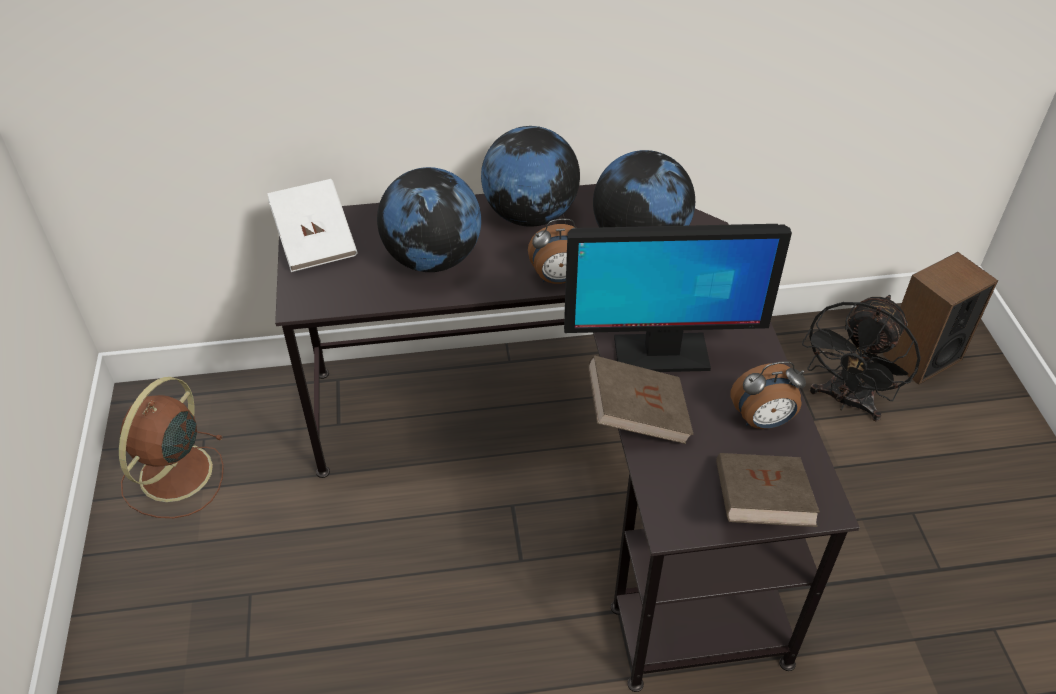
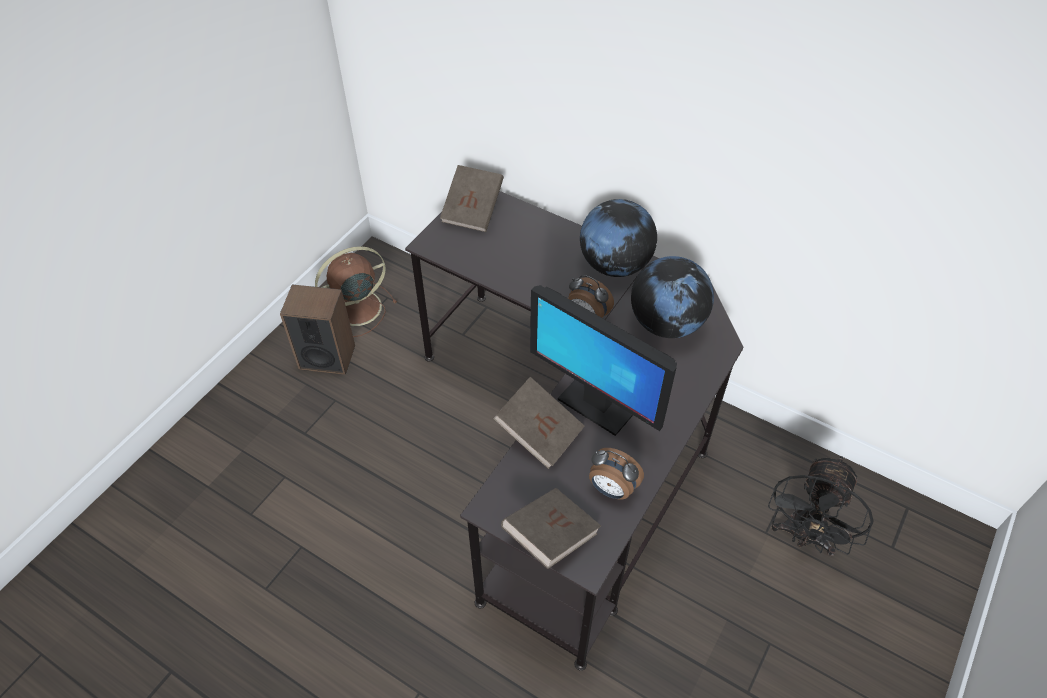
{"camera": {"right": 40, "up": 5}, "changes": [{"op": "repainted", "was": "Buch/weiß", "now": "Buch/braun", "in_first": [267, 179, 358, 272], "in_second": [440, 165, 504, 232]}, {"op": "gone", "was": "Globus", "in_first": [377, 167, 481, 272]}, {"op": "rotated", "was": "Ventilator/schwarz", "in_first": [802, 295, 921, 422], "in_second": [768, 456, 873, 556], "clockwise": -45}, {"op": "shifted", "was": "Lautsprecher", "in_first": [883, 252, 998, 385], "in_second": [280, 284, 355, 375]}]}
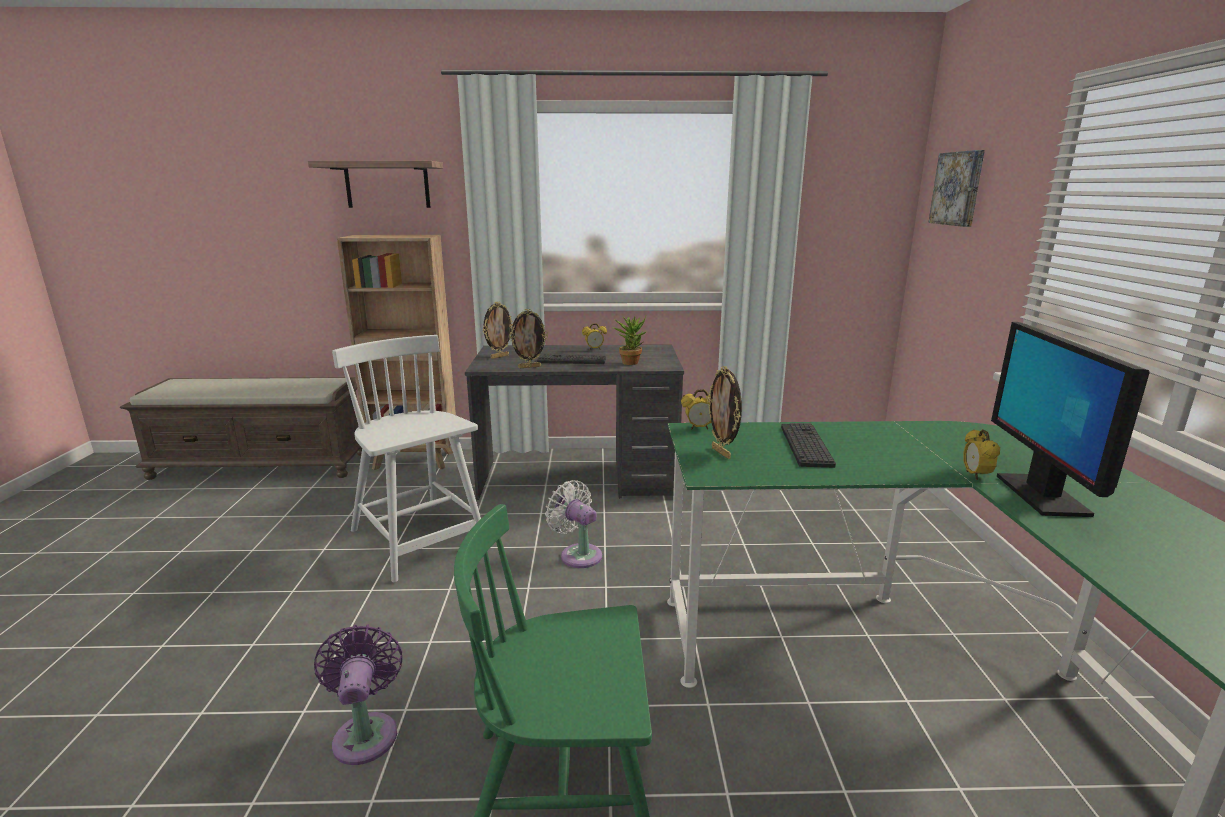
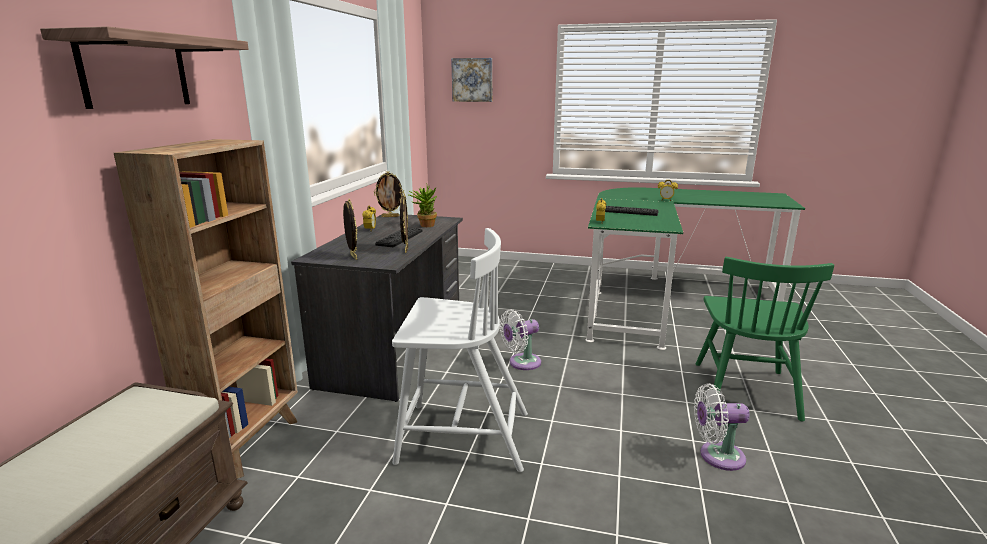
{"camera": {"right": -75, "up": 0}, "changes": [{"op": "repainted", "was": "Ventilator/lila", "now": "Ventilator/weiß", "in_first": [314, 624, 402, 765], "in_second": [694, 384, 750, 471]}, {"op": "rotated", "was": "Stuhl/weiß", "in_first": [332, 335, 481, 582], "in_second": [392, 228, 528, 472], "clockwise": -150}, {"op": "shifted", "was": "Bilderrahmen", "in_first": [707, 366, 742, 459], "in_second": [374, 171, 404, 217]}, {"op": "gone", "was": "Monitor", "in_first": [991, 322, 1150, 517]}]}
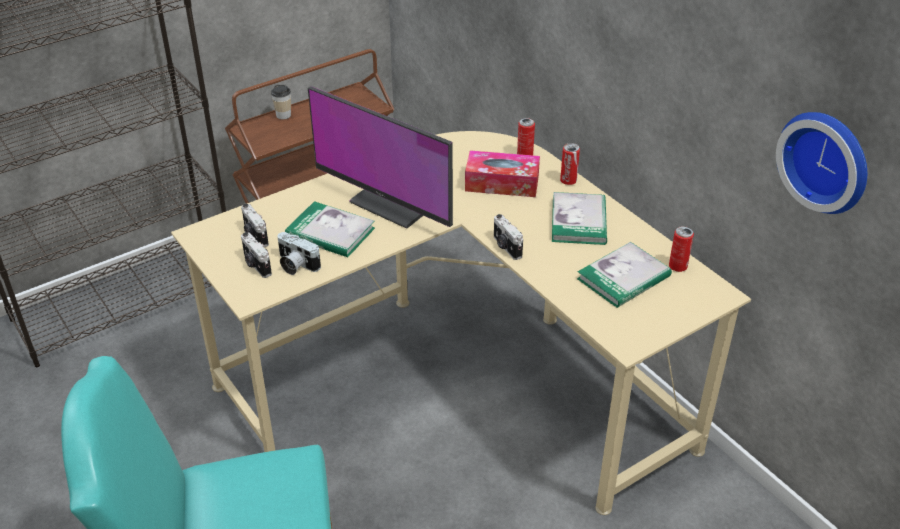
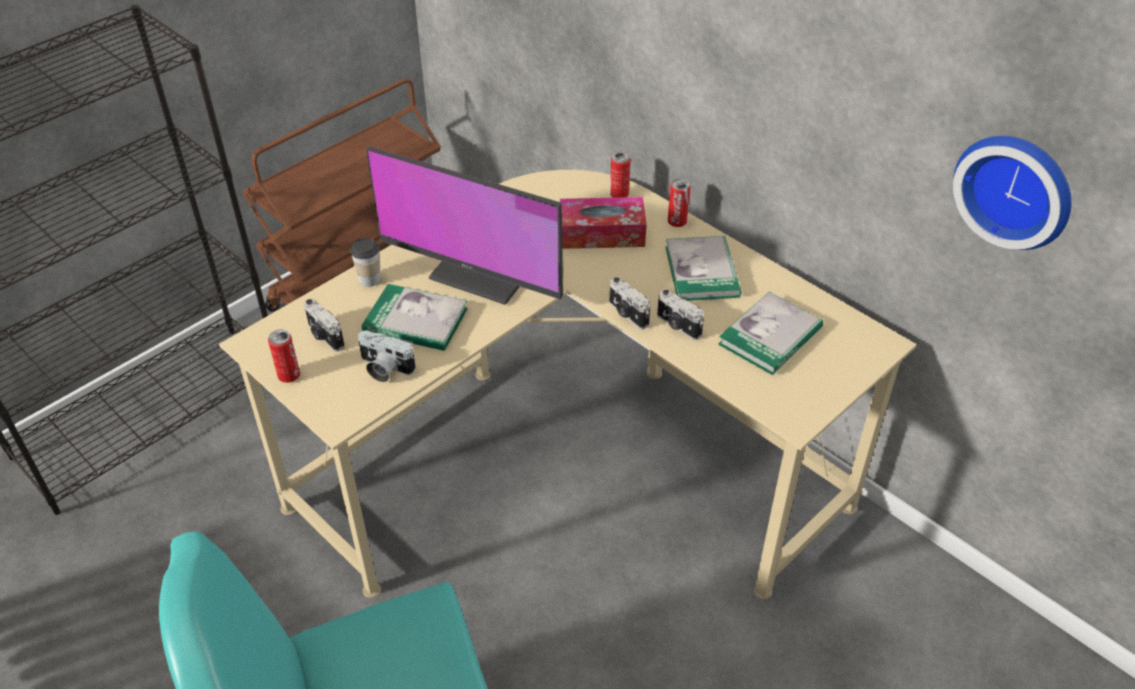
{"camera": {"right": -10, "up": 5}, "changes": [{"op": "shifted", "was": "Kamera", "in_first": [241, 232, 272, 278], "in_second": [657, 289, 704, 340]}, {"op": "shifted", "was": "Tasse", "in_first": [271, 85, 291, 119], "in_second": [350, 238, 380, 287]}, {"op": "shifted", "was": "Dose", "in_first": [669, 226, 694, 272], "in_second": [268, 329, 300, 383]}]}
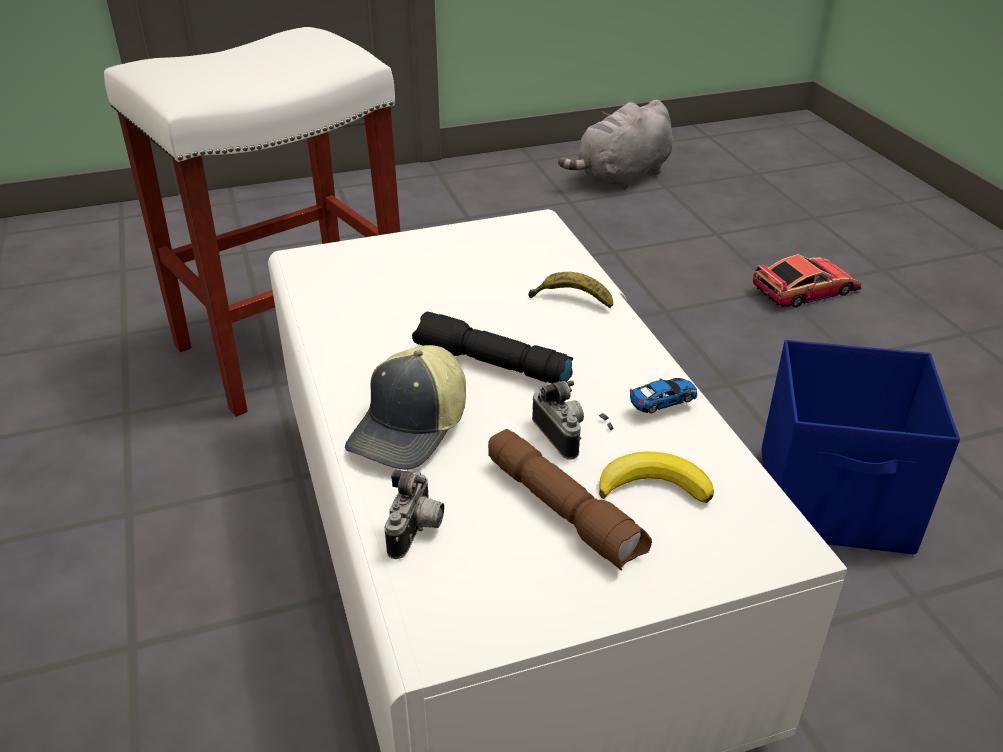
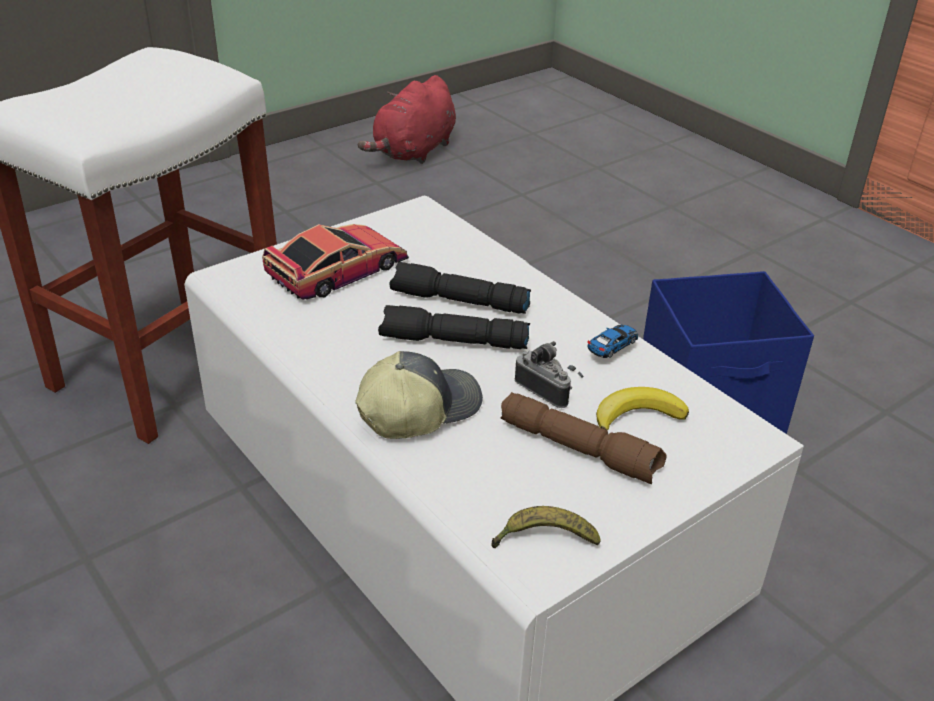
{"camera": {"right": -20, "up": 0}, "changes": [{"op": "rotated", "was": "Kappe", "in_first": [345, 345, 466, 470], "in_second": [355, 351, 483, 439], "clockwise": -135}, {"op": "gone", "was": "Kamera", "in_first": [384, 469, 444, 559]}, {"op": "shifted", "was": "Banane", "in_first": [528, 272, 613, 308], "in_second": [491, 506, 601, 548]}, {"op": "repainted", "was": "Plüschtier/grau", "now": "Plüschtier/rot", "in_first": [558, 100, 673, 190], "in_second": [358, 75, 456, 164]}, {"op": "shifted", "was": "Spielzeugauto", "in_first": [753, 254, 861, 308], "in_second": [262, 224, 409, 300]}, {"op": "new", "now": "Taschenlampe/schwarz", "in_second": [389, 262, 531, 314]}]}
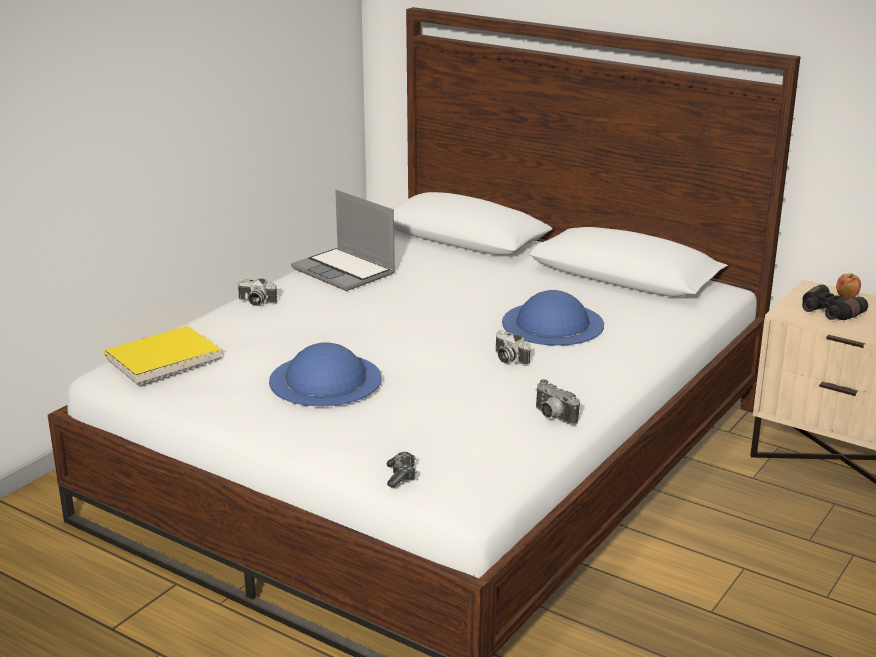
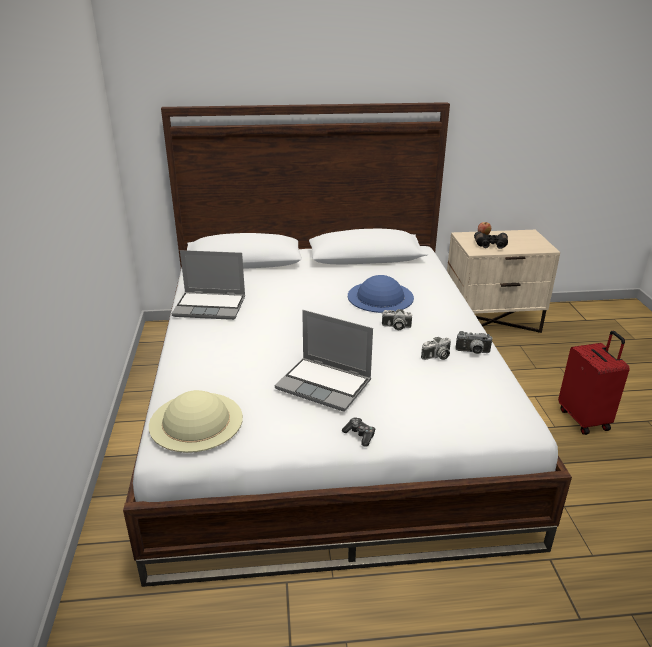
{"camera": {"right": -40, "up": 5}, "changes": [{"op": "swapped", "was": "Buch/gelb", "now": "Hut/beige", "in_first": [105, 326, 221, 385], "in_second": [149, 390, 243, 453]}, {"op": "shifted", "was": "Kamera", "in_first": [238, 278, 278, 306], "in_second": [421, 337, 451, 360]}, {"op": "swapped", "was": "Hut/blau", "now": "Laptop", "in_first": [269, 342, 382, 406], "in_second": [275, 310, 373, 411]}, {"op": "shifted", "was": "Gamepad", "in_first": [387, 452, 416, 488], "in_second": [342, 418, 375, 447]}, {"op": "new", "now": "Koffer/rot", "in_second": [558, 331, 630, 435]}]}
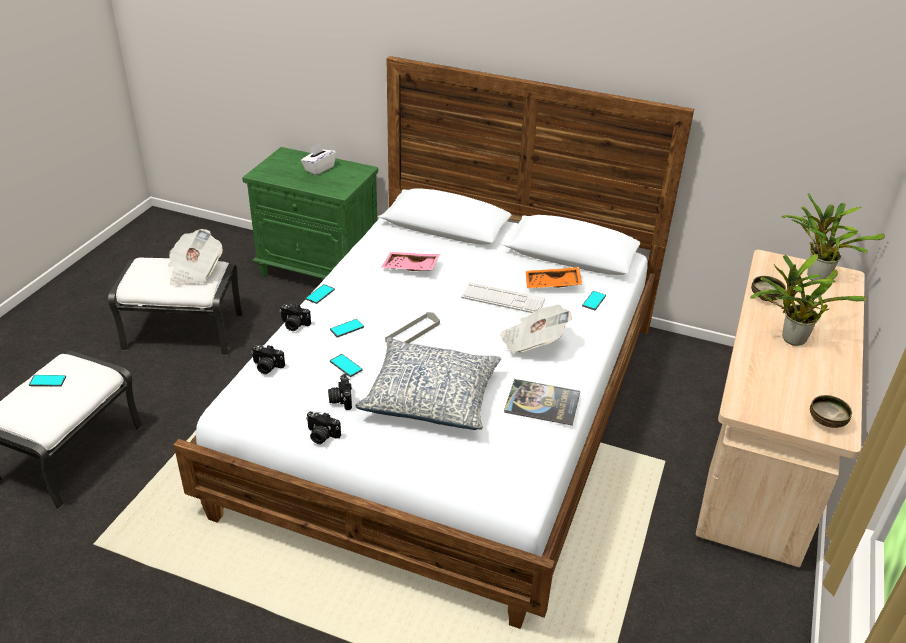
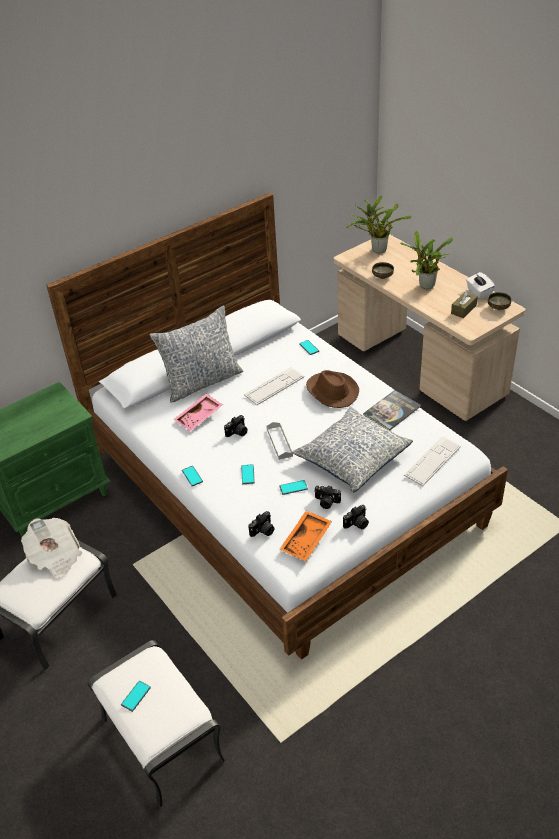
{"camera": {"right": -55, "up": 5}, "changes": [{"op": "shifted", "was": "Kamera", "in_first": [280, 304, 311, 331], "in_second": [224, 415, 247, 437]}, {"op": "shifted", "was": "Taschentuchbox/weiß", "in_first": [301, 143, 336, 175], "in_second": [466, 272, 495, 299]}, {"op": "swapped", "was": "Zeitung", "now": "Hut/braun", "in_first": [500, 305, 572, 354], "in_second": [306, 370, 359, 408]}, {"op": "shifted", "was": "Tablett/orange", "in_first": [526, 267, 582, 288], "in_second": [280, 511, 332, 561]}, {"op": "new", "now": "Kissen", "in_second": [150, 306, 243, 403]}, {"op": "new", "now": "Tastatur", "in_second": [404, 436, 461, 486]}, {"op": "new", "now": "Taschentuchbox/braun", "in_second": [451, 290, 478, 318]}]}
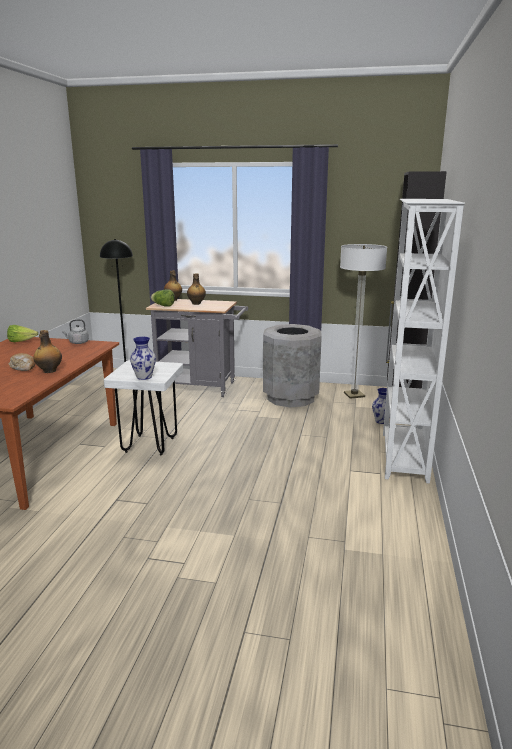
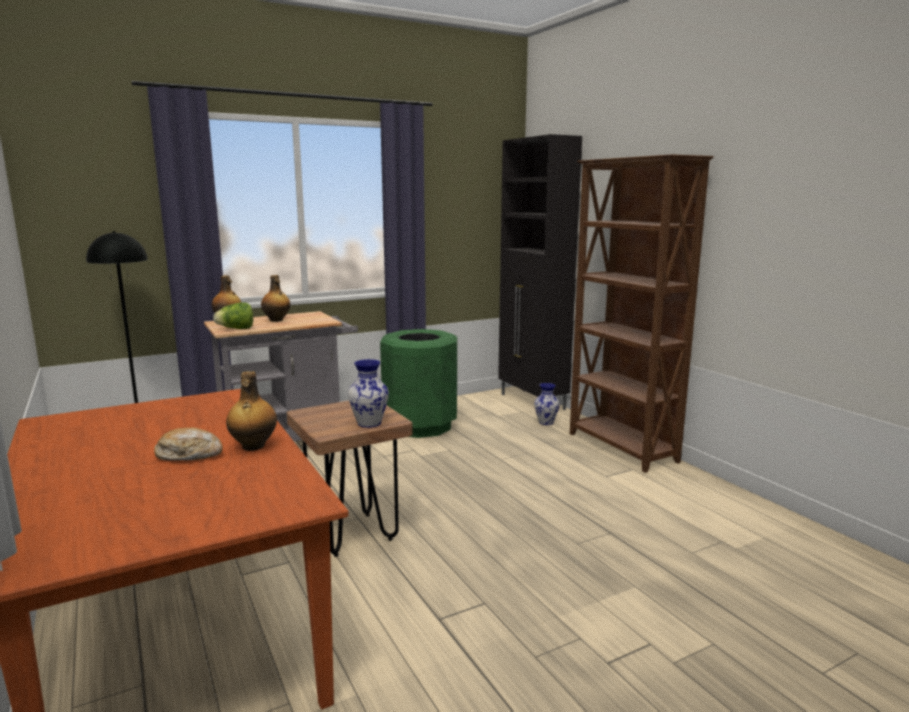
{"camera": {"right": -40, "up": -5}, "changes": [{"op": "gone", "was": "Salatkopf", "in_first": [7, 325, 38, 342]}, {"op": "gone", "was": "Wasserkessel/grau", "in_first": [62, 319, 89, 344]}, {"op": "repainted", "was": "Hocker/weiß", "now": "Hocker/braun", "in_first": [104, 360, 183, 455], "in_second": [287, 401, 413, 557]}, {"op": "repainted", "was": "Mülleimer/grau", "now": "Mülleimer/grün", "in_first": [263, 324, 322, 407], "in_second": [380, 329, 457, 438]}, {"op": "gone", "was": "Stehlampe", "in_first": [340, 244, 387, 399]}, {"op": "repainted", "was": "Bücherregal/weiß", "now": "Bücherregal/braun", "in_first": [383, 199, 465, 484], "in_second": [570, 154, 714, 473]}]}
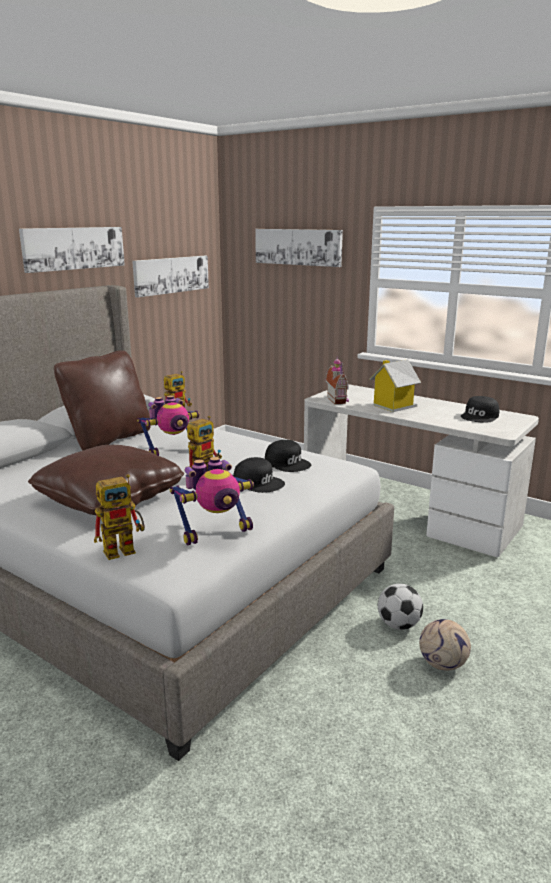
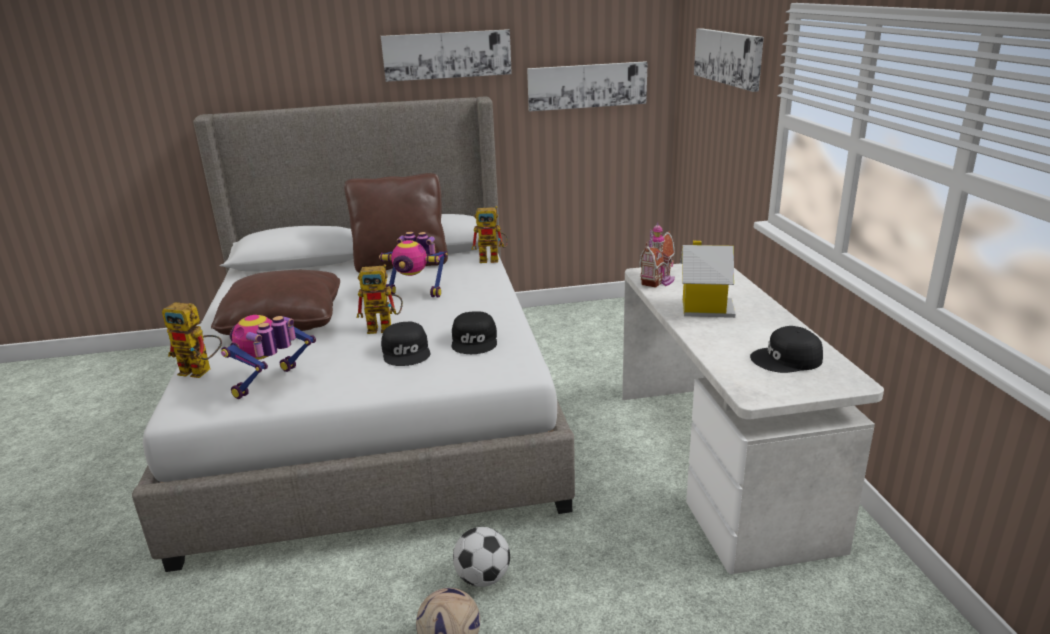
{"camera": {"right": 45, "up": 5}, "changes": [{"op": "rotated", "was": "Spielzeugroboter", "in_first": [170, 457, 254, 546], "in_second": [221, 315, 316, 399], "clockwise": 105}]}
